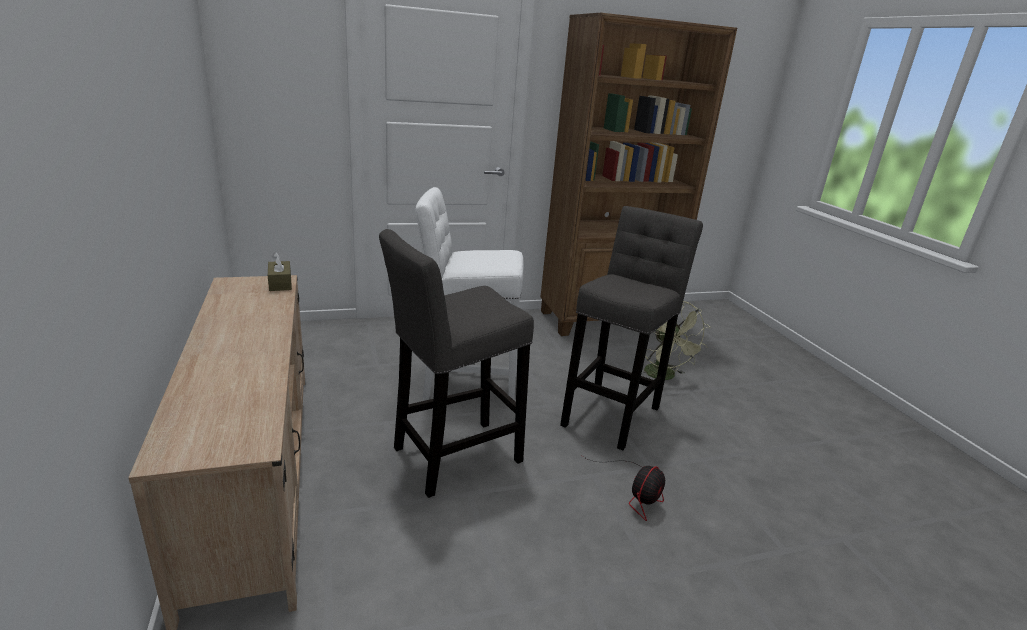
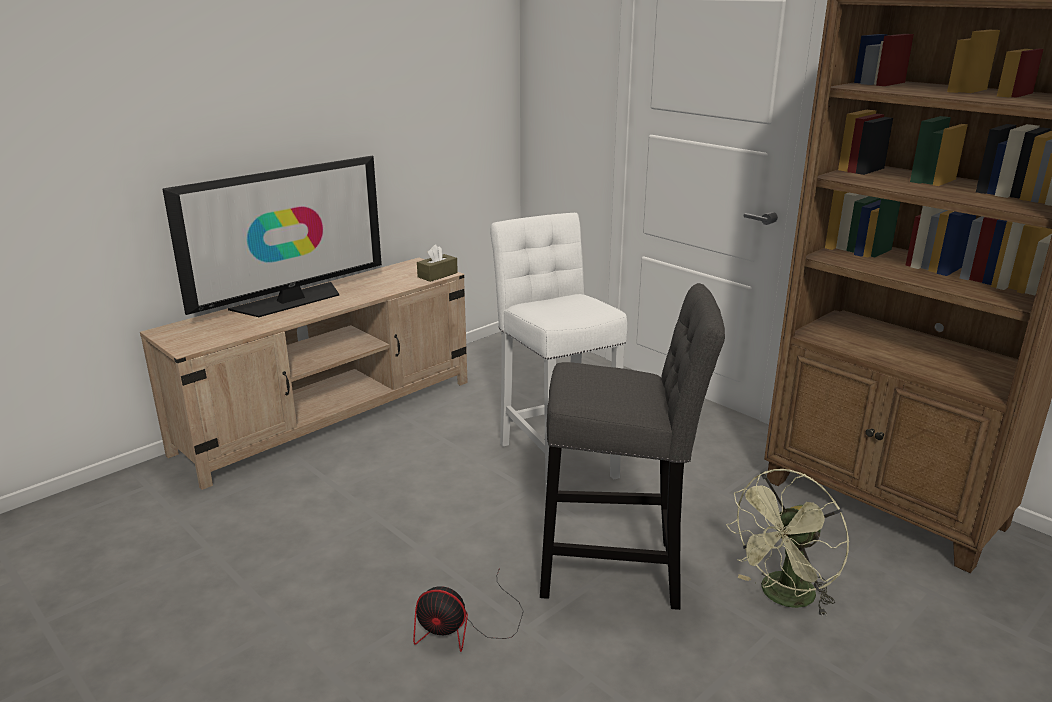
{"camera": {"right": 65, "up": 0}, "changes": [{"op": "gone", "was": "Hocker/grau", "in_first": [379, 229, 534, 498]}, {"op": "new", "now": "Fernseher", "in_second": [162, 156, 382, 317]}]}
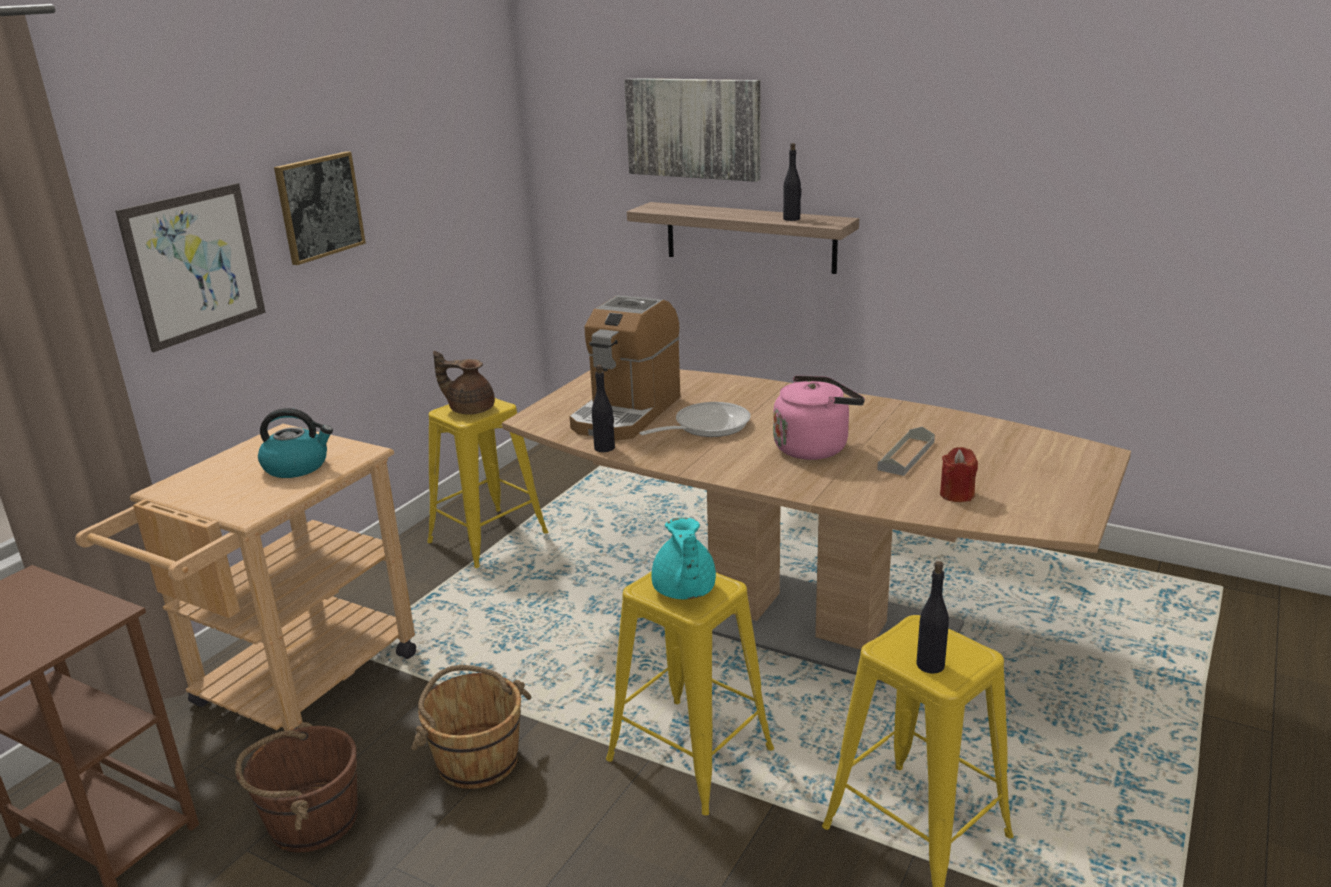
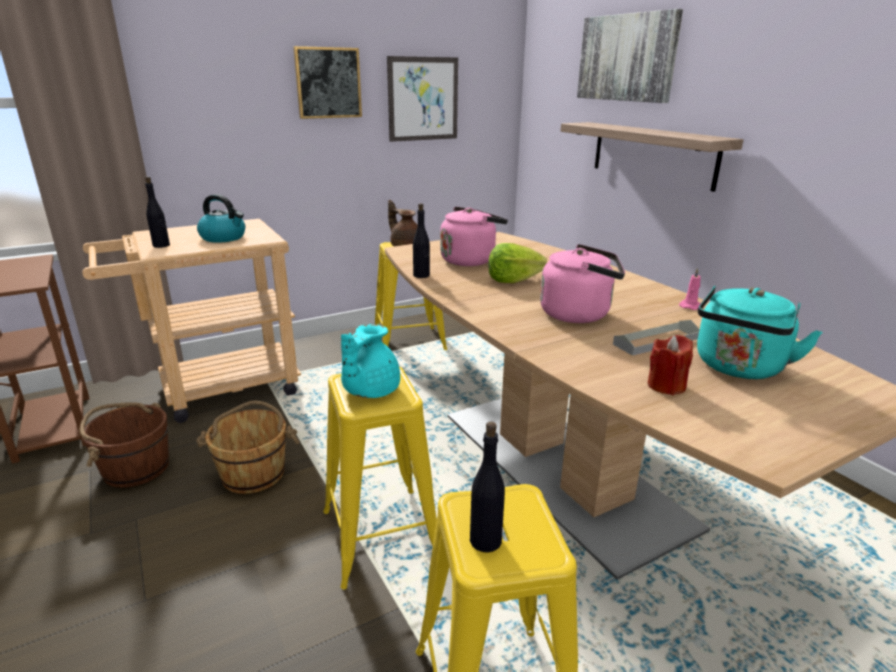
{"camera": {"right": 30, "up": 0}, "changes": [{"op": "shifted", "was": "Bild", "in_first": [115, 183, 266, 352], "in_second": [387, 56, 458, 142]}, {"op": "swapped", "was": "Kaffeemaschine", "now": "Wasserkessel/rosa", "in_first": [569, 295, 680, 440], "in_second": [440, 207, 508, 266]}, {"op": "swapped", "was": "Pfanne", "now": "Salatkopf", "in_first": [639, 402, 751, 437], "in_second": [488, 243, 547, 283]}, {"op": "shifted", "was": "Flasche/schwarz", "in_first": [783, 143, 801, 221], "in_second": [145, 176, 170, 248]}, {"op": "new", "now": "Kerze/rosa", "in_second": [679, 268, 701, 310]}, {"op": "new", "now": "Wasserkessel/türkis", "in_second": [697, 286, 823, 379]}]}
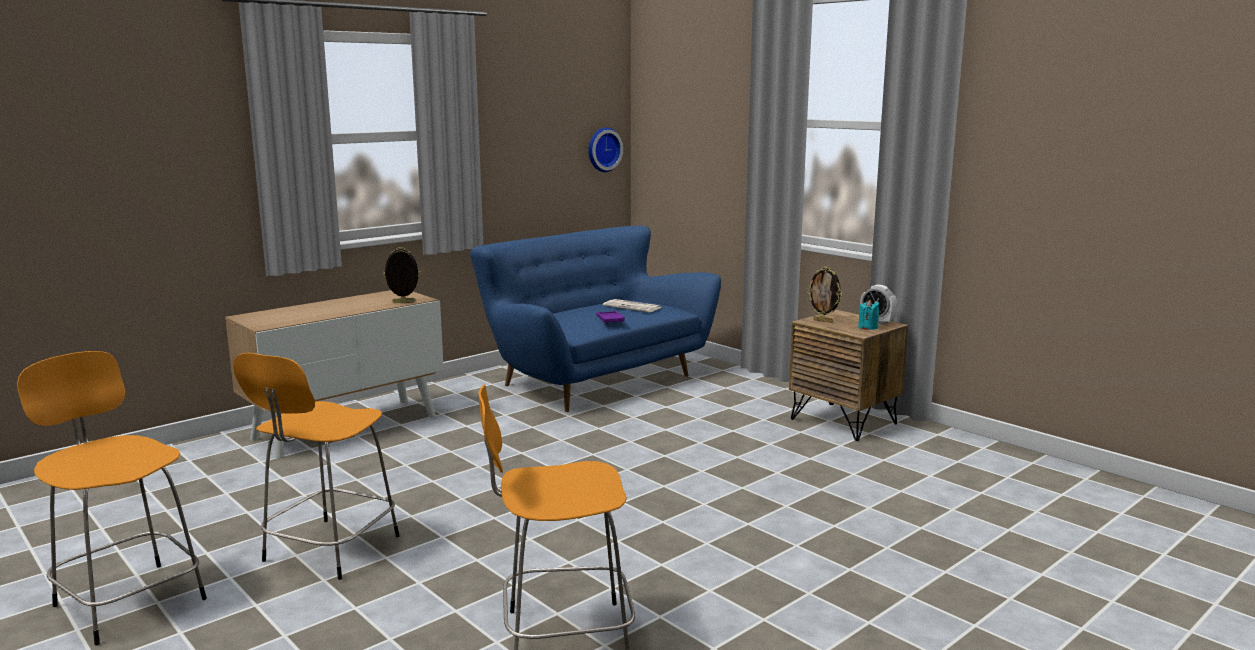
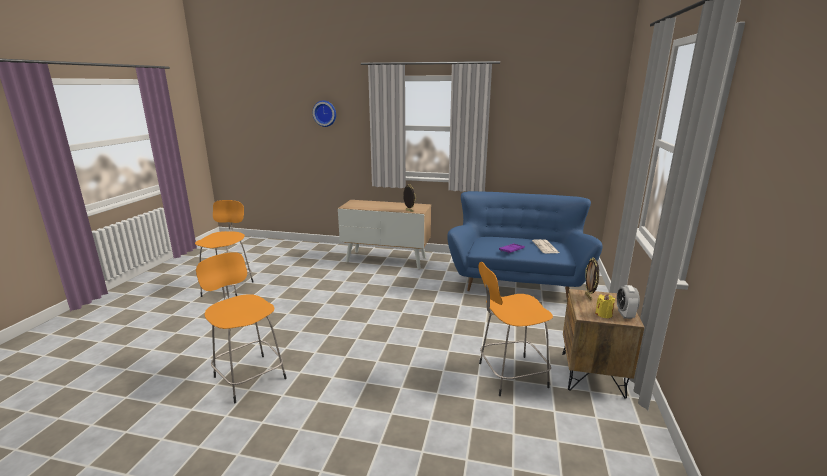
{"camera": {"right": 55, "up": 5}, "changes": [{"op": "shifted", "was": "Hocker/orange", "in_first": [233, 353, 399, 580], "in_second": [478, 262, 553, 396]}, {"op": "shifted", "was": "Wanduhr", "in_first": [588, 127, 623, 172], "in_second": [313, 101, 336, 127]}, {"op": "repainted", "was": "Kerze/türkis", "now": "Kerze/gelb", "in_first": [858, 300, 879, 330], "in_second": [595, 294, 615, 319]}]}
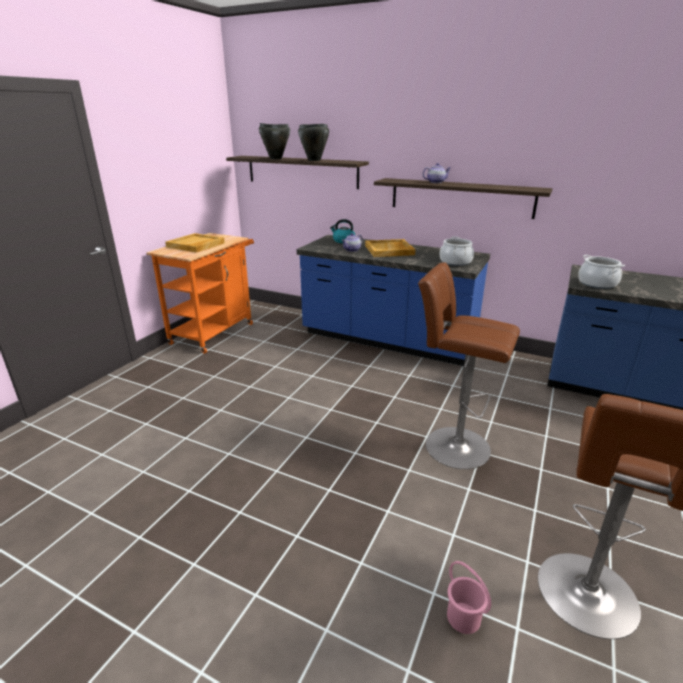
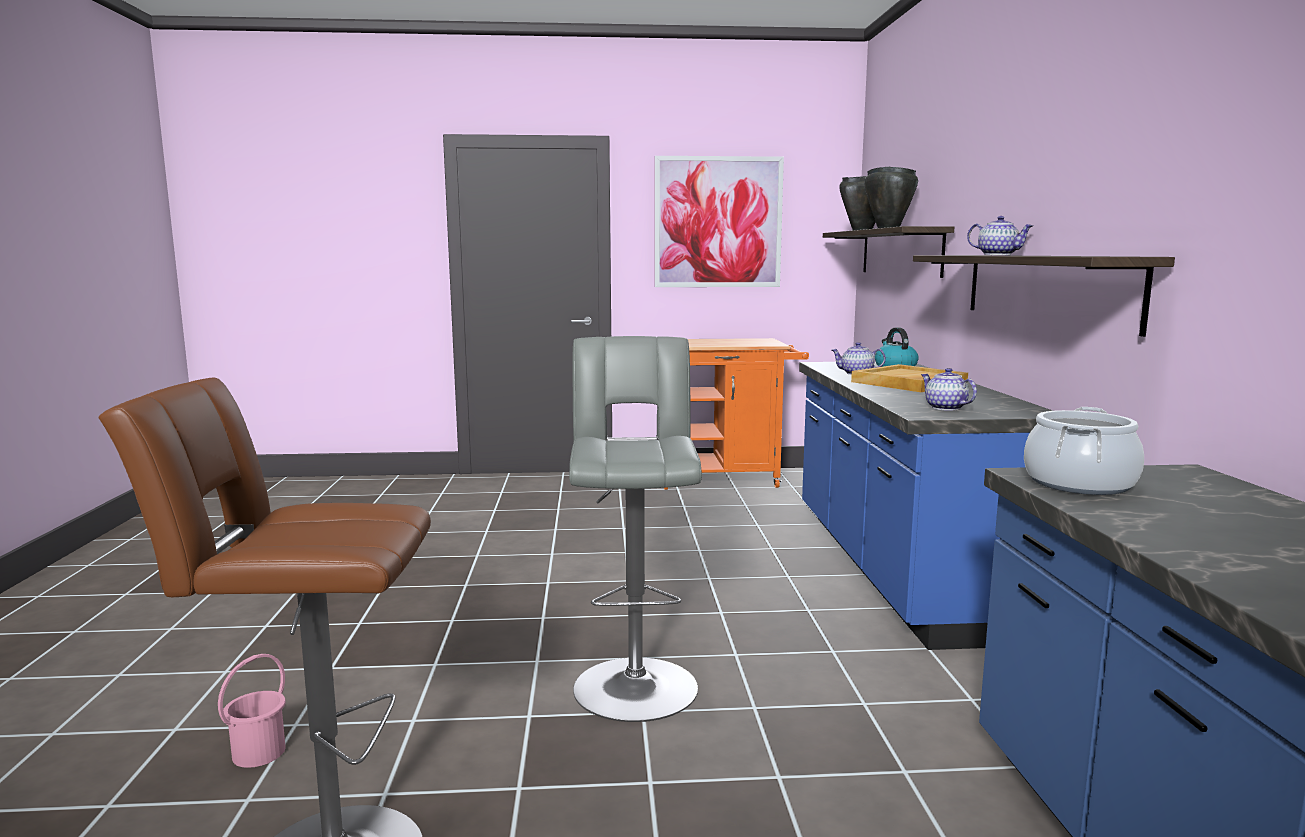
{"camera": {"right": 60, "up": -15}, "changes": [{"op": "gone", "was": "Tablett/beige", "in_first": [165, 233, 225, 253]}, {"op": "repainted", "was": "Hocker/braun", "now": "Hocker/grau", "in_first": [418, 262, 520, 469], "in_second": [569, 336, 702, 722]}, {"op": "swapped", "was": "Kochtopf", "now": "Teekanne", "in_first": [440, 237, 474, 266], "in_second": [921, 368, 977, 411]}, {"op": "new", "now": "Bild", "in_second": [655, 156, 784, 287]}]}
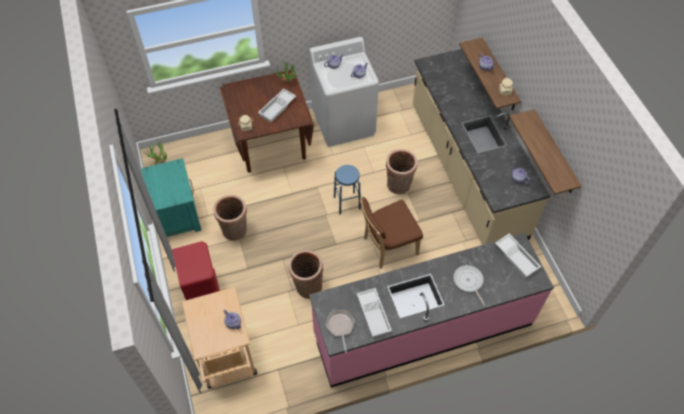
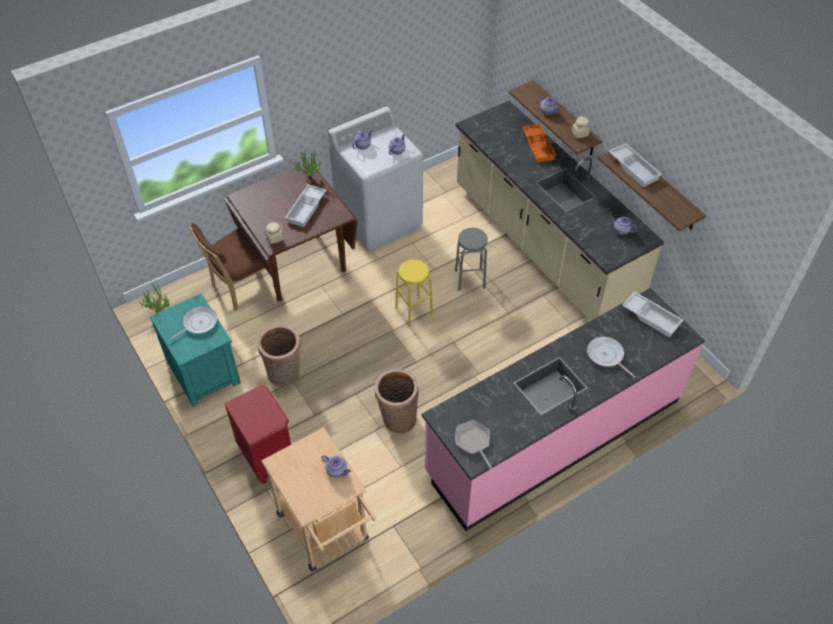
{"camera": {"right": -15, "up": -5}, "changes": [{"op": "repainted", "was": "Hocker/blau", "now": "Hocker/gelb", "in_first": [334, 165, 361, 214], "in_second": [395, 260, 433, 326]}, {"op": "shifted", "was": "Tablett/weiß", "in_first": [357, 288, 392, 338], "in_second": [609, 143, 662, 187]}, {"op": "shifted", "was": "Stuhl/braun", "in_first": [360, 197, 423, 269], "in_second": [189, 223, 266, 311]}, {"op": "swapped", "was": "Korb", "now": "Hocker/grau", "in_first": [386, 149, 417, 194], "in_second": [455, 228, 488, 291]}, {"op": "new", "now": "Pfanne", "in_second": [169, 306, 217, 340]}, {"op": "new", "now": "Tablett/orange", "in_second": [522, 124, 557, 163]}]}
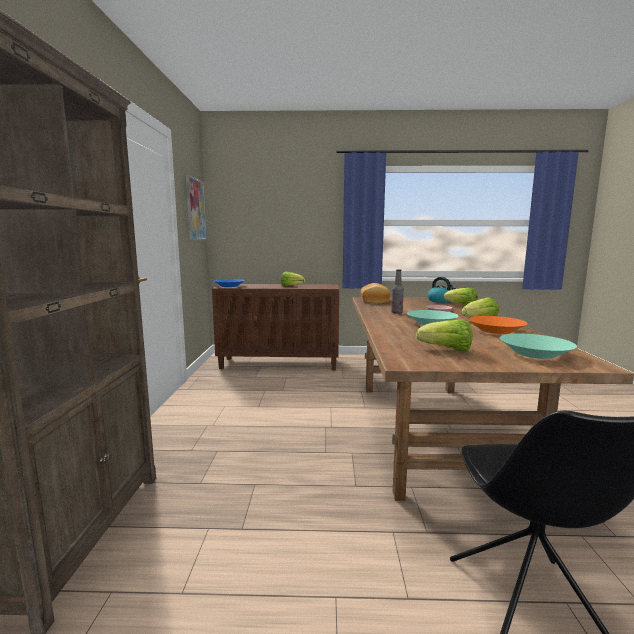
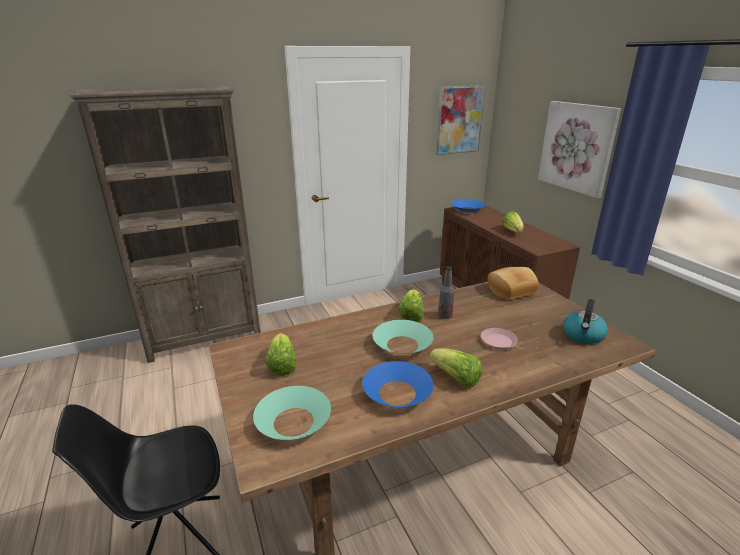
{"camera": {"right": 65, "up": 15}, "changes": [{"op": "shifted", "was": "Salatkopf", "in_first": [444, 288, 478, 305], "in_second": [398, 289, 424, 322]}, {"op": "repainted", "was": "Schüssel/orange", "now": "Schüssel/blau", "in_first": [468, 316, 528, 334], "in_second": [362, 361, 433, 407]}, {"op": "new", "now": "Bild", "in_second": [538, 101, 621, 198]}]}
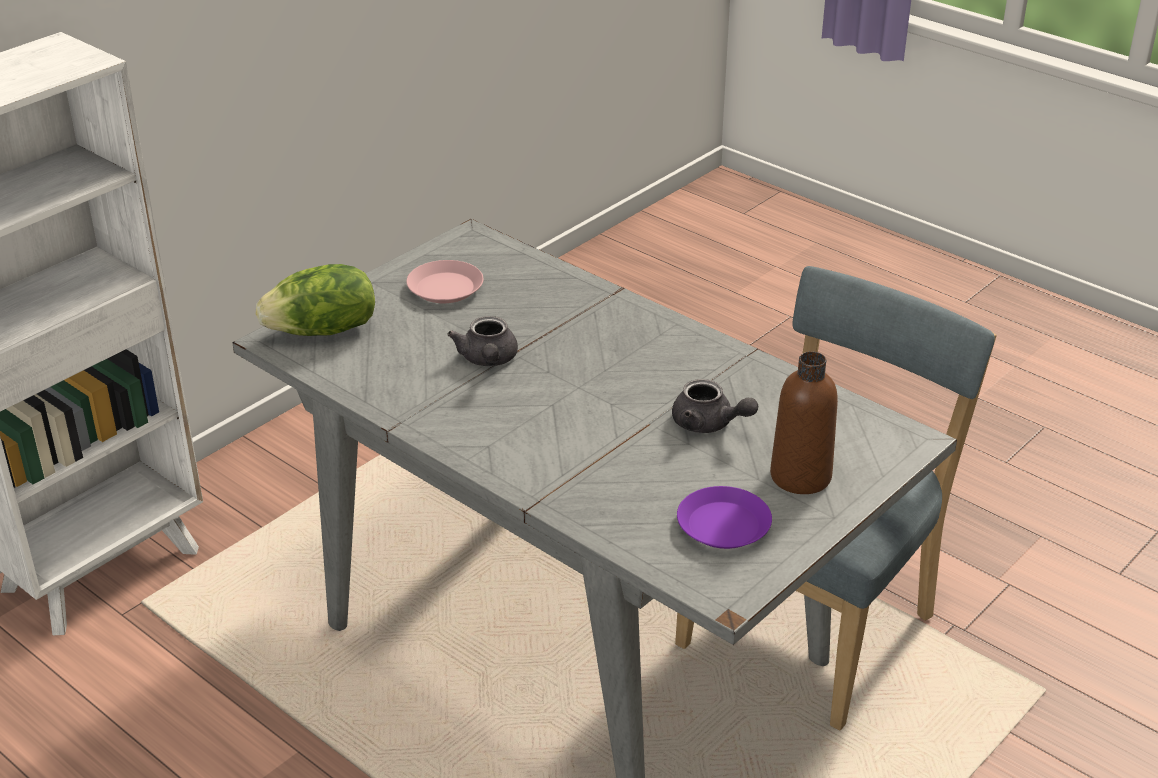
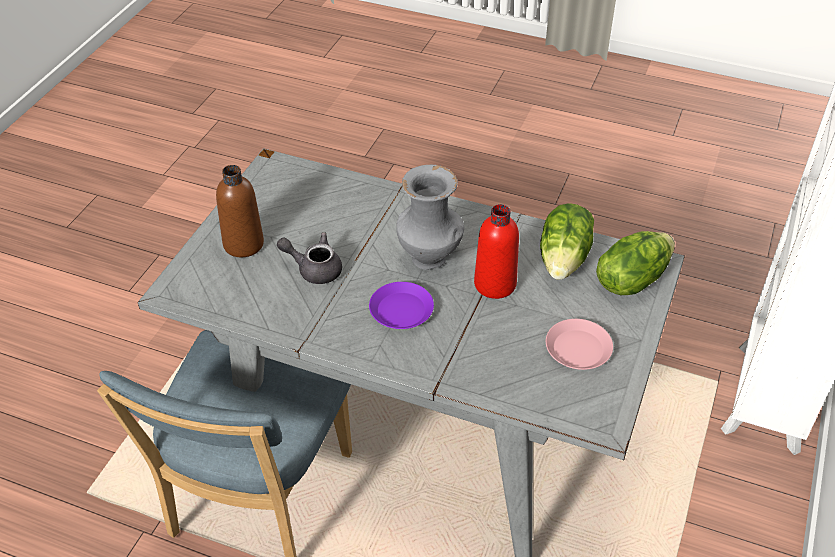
{"camera": {"right": 160, "up": 10}, "changes": [{"op": "swapped", "was": "Teekanne/grau", "now": "Flasche/rot", "in_first": [447, 316, 518, 366], "in_second": [474, 204, 519, 299]}, {"op": "shifted", "was": "Teller/lila", "in_first": [677, 486, 772, 549], "in_second": [369, 282, 434, 329]}, {"op": "new", "now": "Vase/grau", "in_second": [396, 165, 464, 270]}, {"op": "new", "now": "Salatkopf", "in_second": [540, 203, 594, 280]}]}
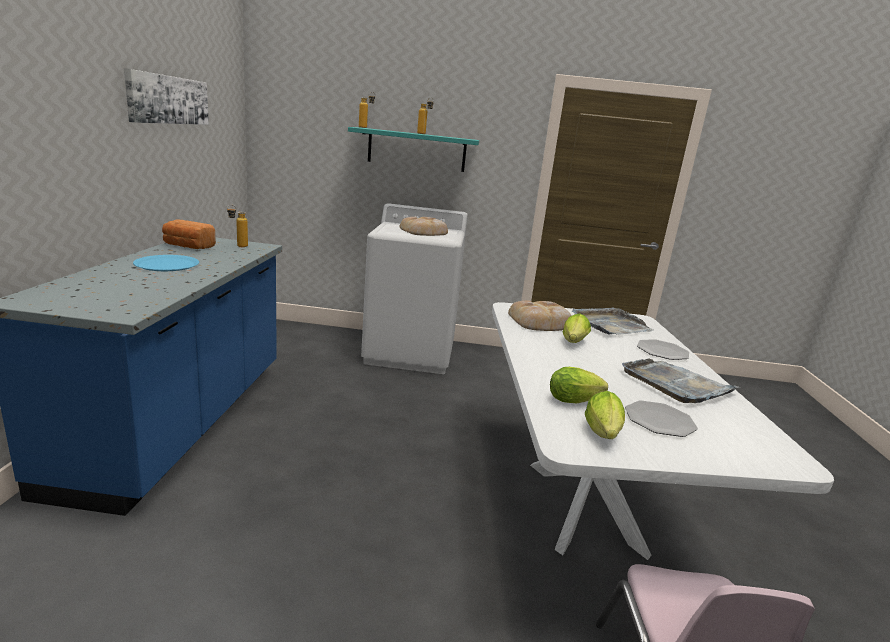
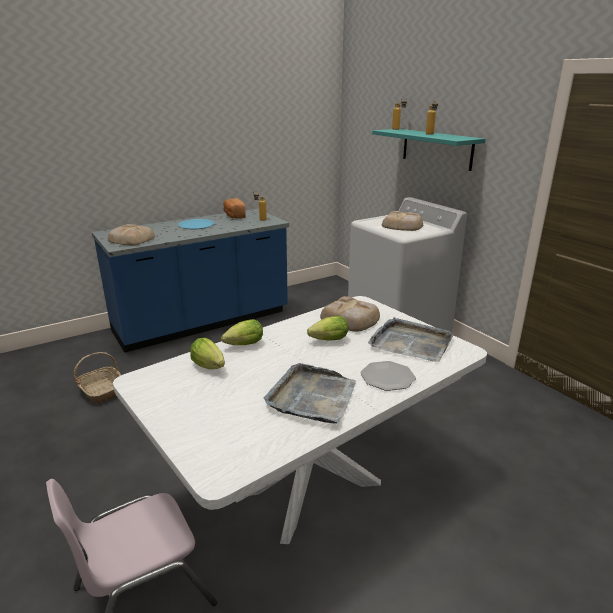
{"camera": {"right": 55, "up": 5}, "changes": [{"op": "gone", "was": "Bild", "in_first": [124, 68, 209, 125]}, {"op": "shifted", "was": "Salatkopf", "in_first": [585, 391, 625, 439], "in_second": [221, 319, 263, 345]}, {"op": "gone", "was": "Teller", "in_first": [625, 400, 698, 437]}, {"op": "new", "now": "Korb", "in_second": [74, 352, 121, 404]}, {"op": "new", "now": "Brot", "in_second": [108, 224, 155, 246]}]}
